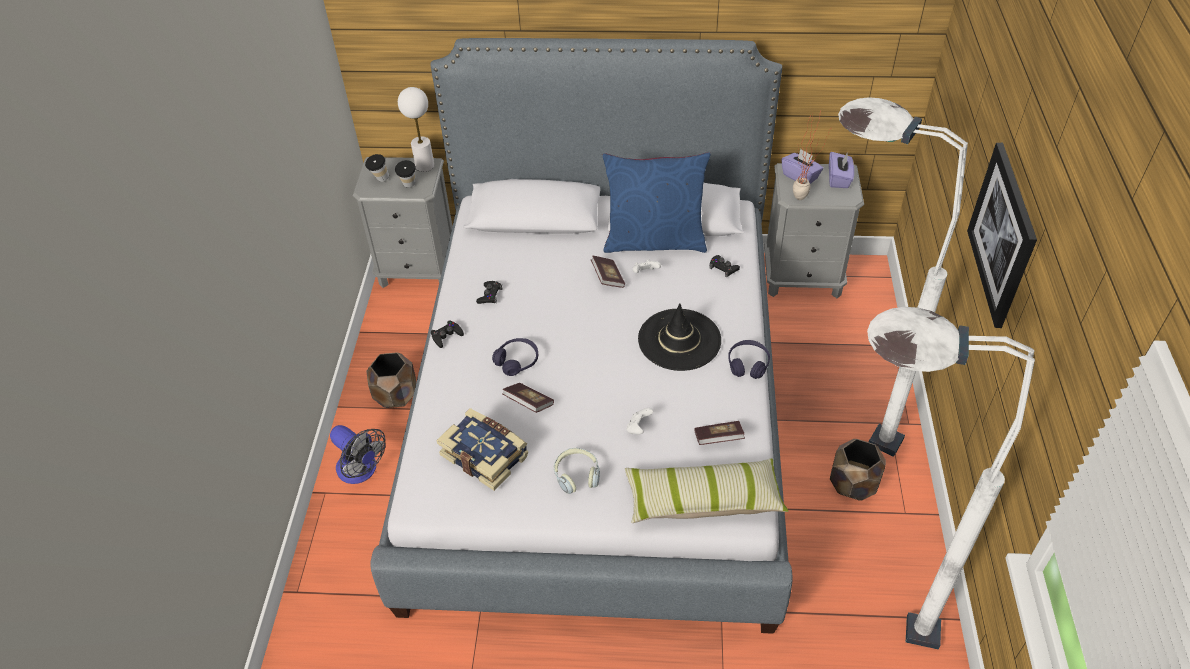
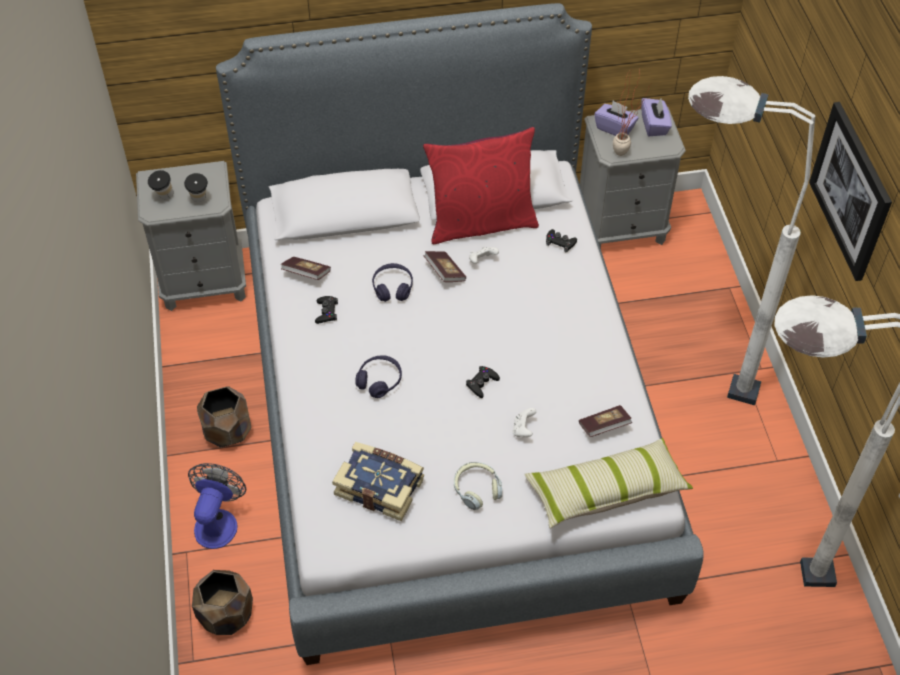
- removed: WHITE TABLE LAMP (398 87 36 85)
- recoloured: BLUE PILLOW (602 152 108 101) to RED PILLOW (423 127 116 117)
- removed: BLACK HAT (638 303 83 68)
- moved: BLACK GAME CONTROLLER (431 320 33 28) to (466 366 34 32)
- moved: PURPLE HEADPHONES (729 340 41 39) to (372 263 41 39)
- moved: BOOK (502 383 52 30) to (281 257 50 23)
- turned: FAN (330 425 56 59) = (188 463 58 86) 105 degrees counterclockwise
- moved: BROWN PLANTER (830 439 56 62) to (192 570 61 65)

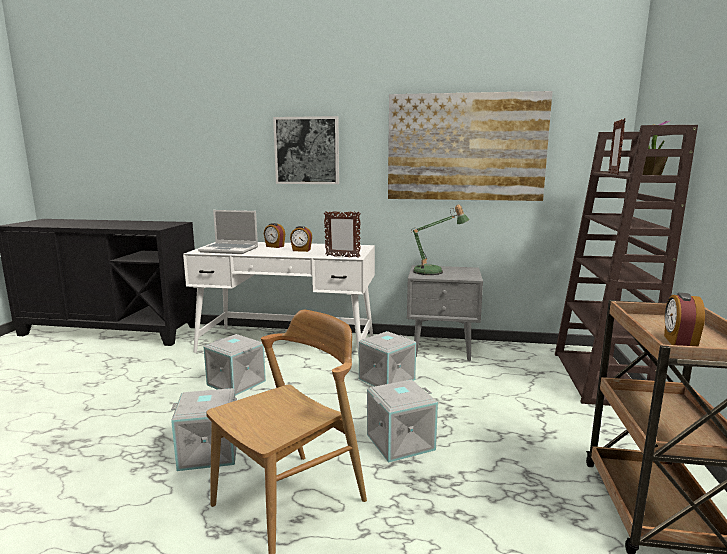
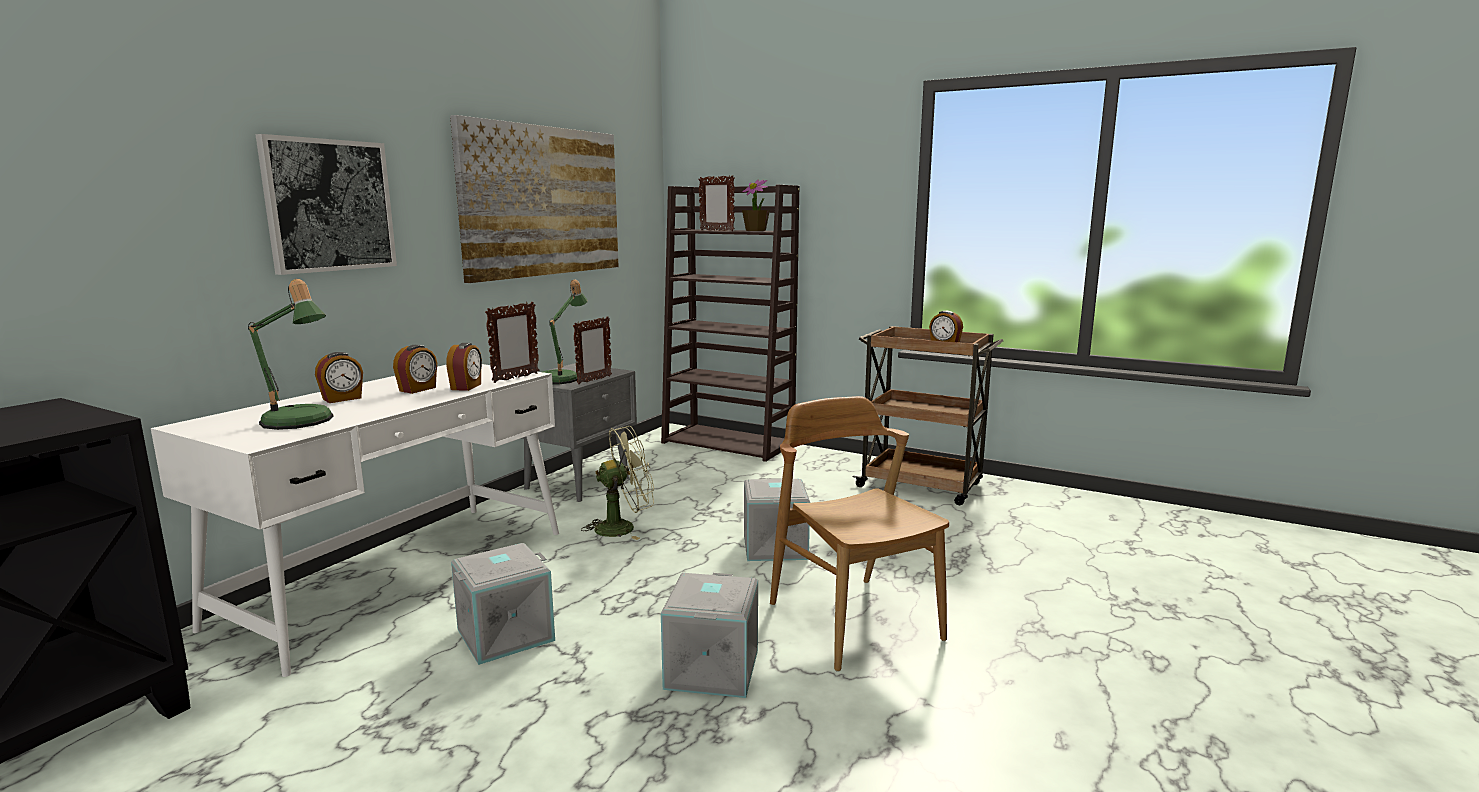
- replaced: LAPTOP (198 210 60 44) to TABLE LAMP (248 279 86 151)
- replaced: GREY STORAGE BOX (359 331 57 56) to GREEN FAN (581 426 73 114)
- added: PICTURE FRAME (573 316 39 68)
- added: ALARM CLOCK (446 343 36 48)

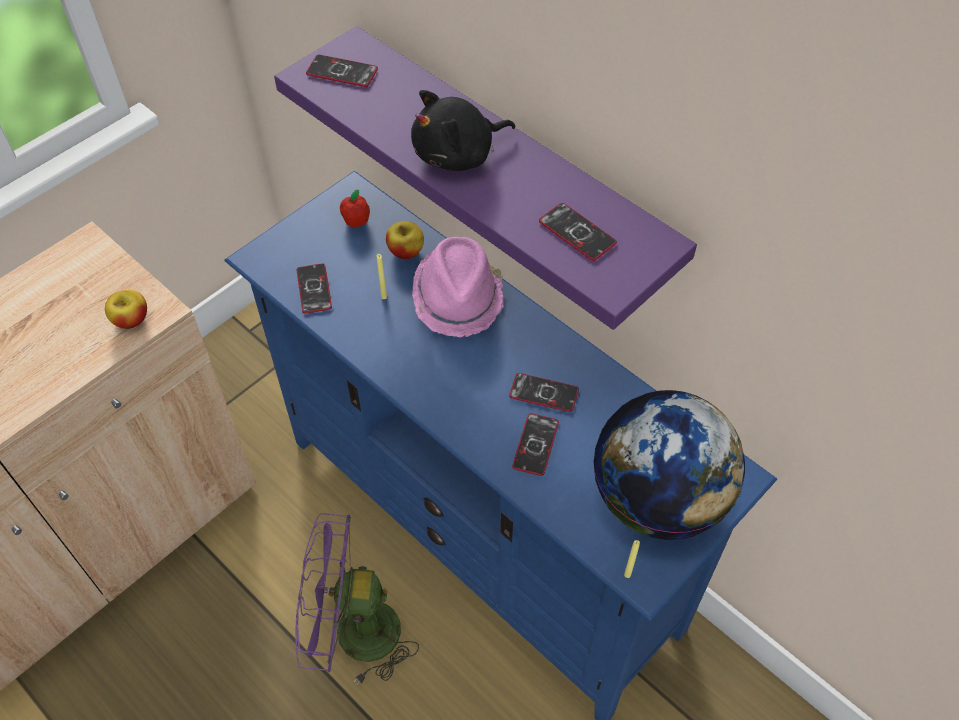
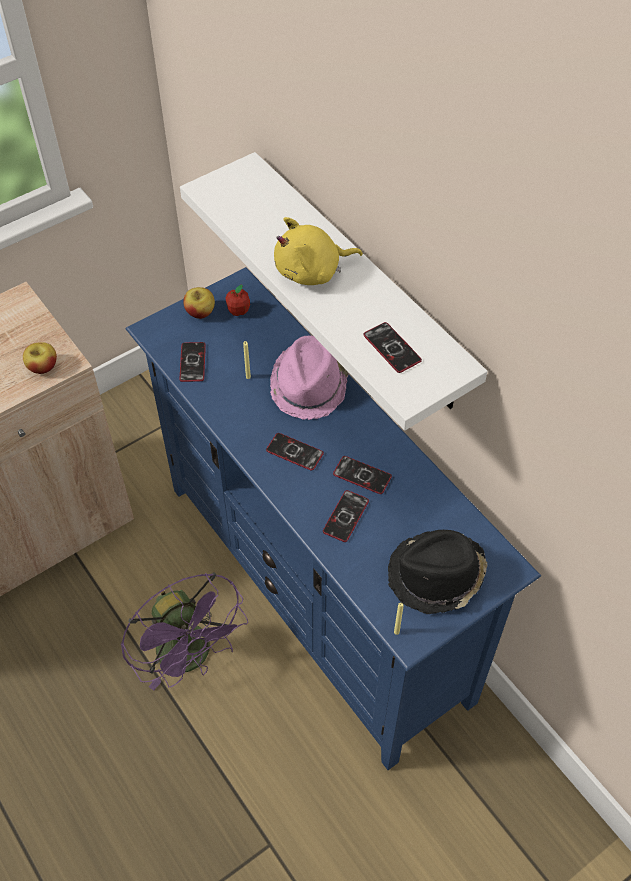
- recoloured: PURPLE SHELF (274 26 423 304) to WHITE SHELF (180 152 308 279)
- moved: PHONE (306 55 72 32) to (266 433 58 38)
- recoloured: BLACK PLUSH TOY (411 90 104 81) to YELLOW PLUSH TOY (274 217 89 68)
- moved: APPLE (386 221 38 38) to (183 287 32 32)
- replaced: GLOBE (593 390 152 150) to BLACK HAT (388 530 100 84)
- turned: PURPLE FAN (295 513 124 173) = (121 572 127 119) 135 degrees counterclockwise

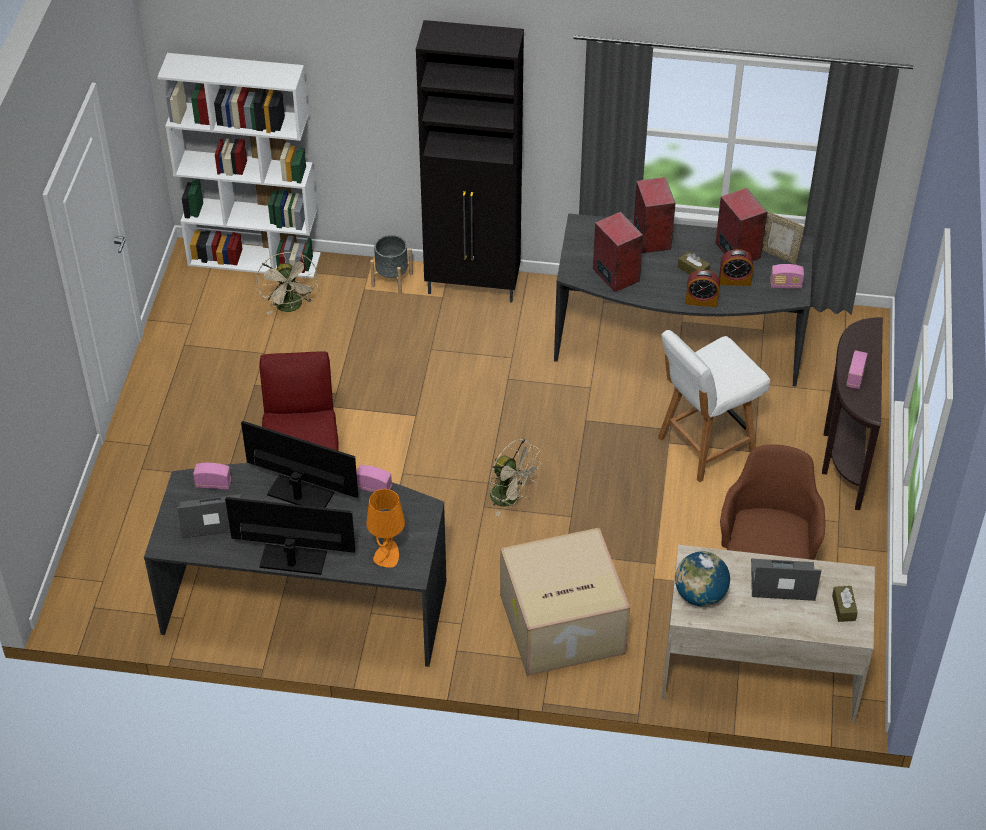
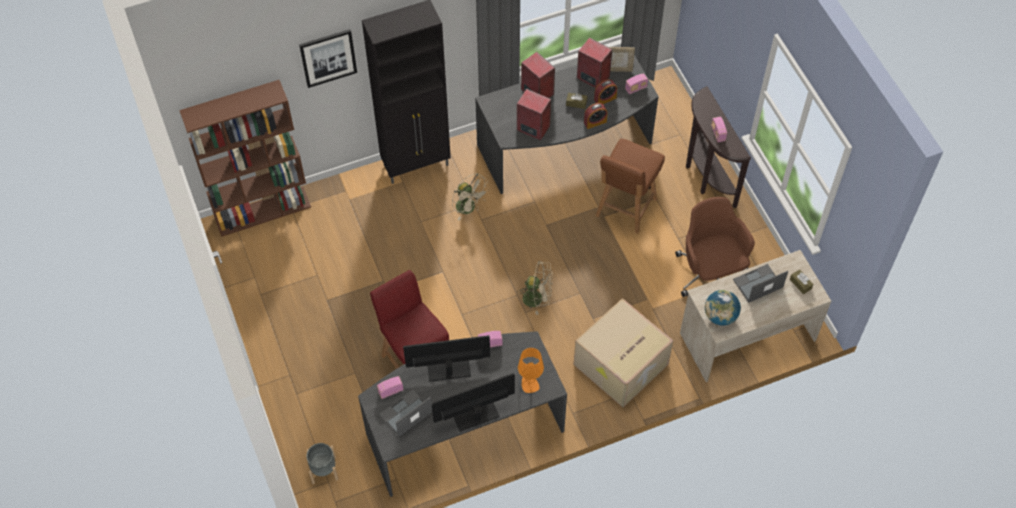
- recoloured: WHITE BOOKCASE (157 53 164 226) to BROWN BOOKCASE (179 80 132 157)
- moved: GREY PLANTER (370 235 43 59) to (306 443 32 41)
- moved: BEIGE FAN (256 252 62 63) to (452 173 38 48)
- recoloured: WHITE CHAIR (658 330 112 152) to BROWN CHAIR (596 138 69 96)
- added: PICTURE (299 29 58 59)

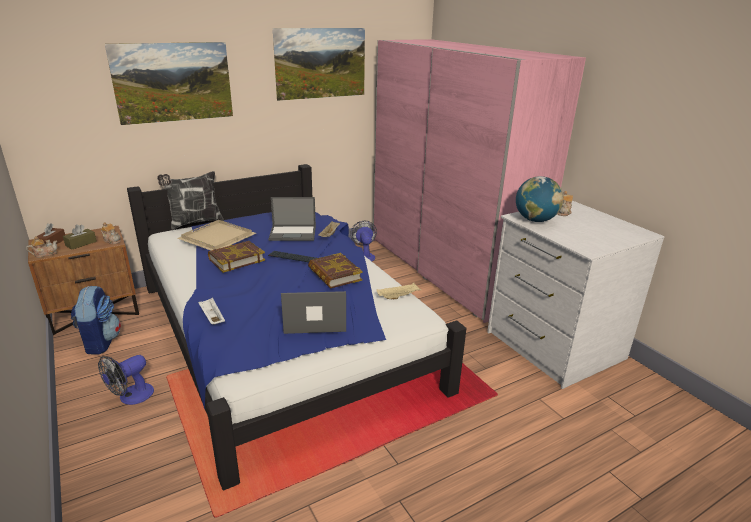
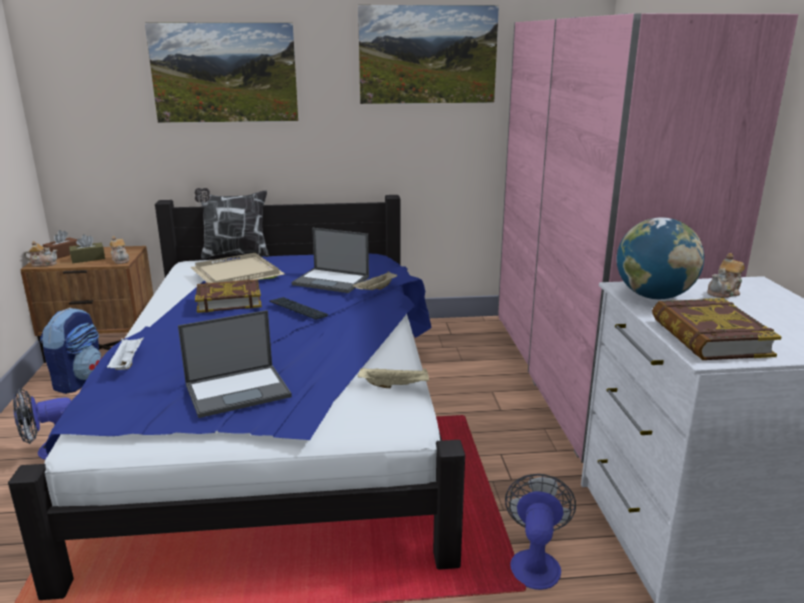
- moved: FAN (350 221 27 40) to (505 474 71 116)
- moved: BOOK (308 253 55 36) to (652 298 129 62)
- turned: LAPTOP (281 291 65 43) = (178 310 114 108) 135 degrees clockwise

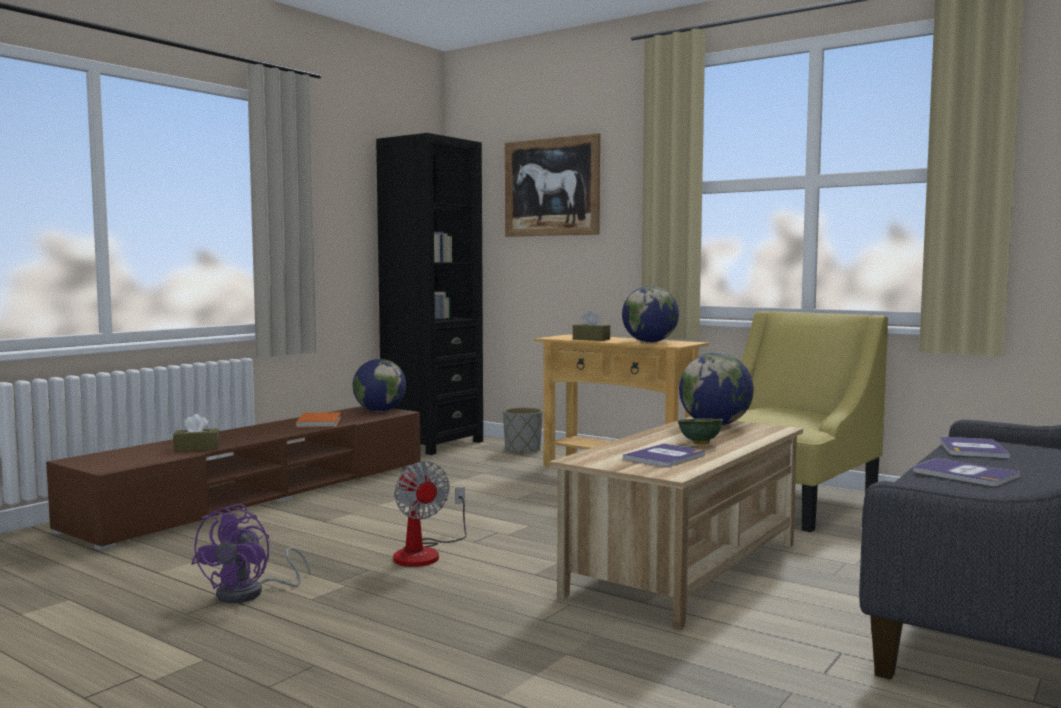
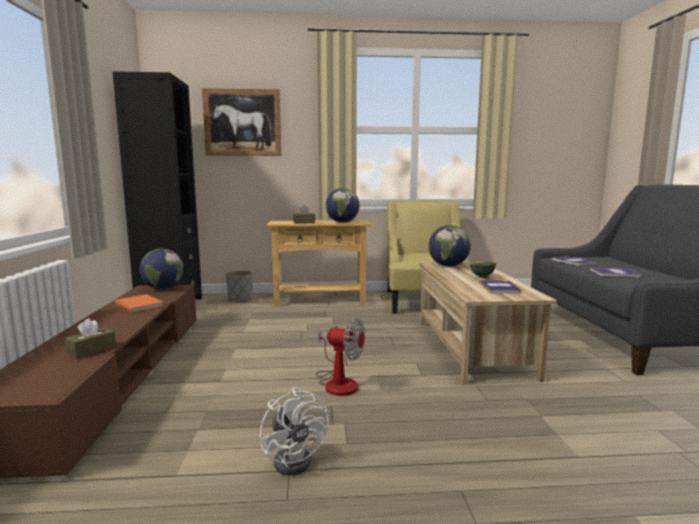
- recoloured: PURPLE FAN (191 504 119 99) to WHITE FAN (260 387 69 88)

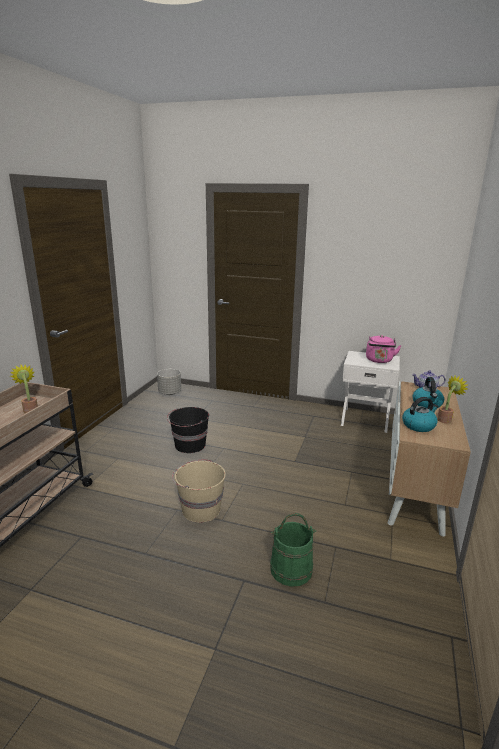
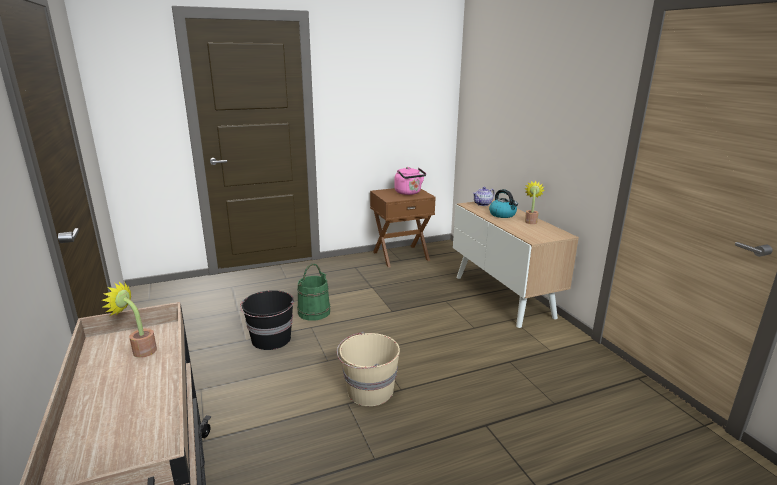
- recoloured: WHITE NIGHTSTAND (341 351 59 82) to BROWN NIGHTSTAND (370 188 66 80)
- removed: GREY PLANTER (157 369 24 26)
- removed: KETTLE (402 397 36 35)
- moved: GREEN BUCKET (270 513 46 74) to (297 264 33 57)

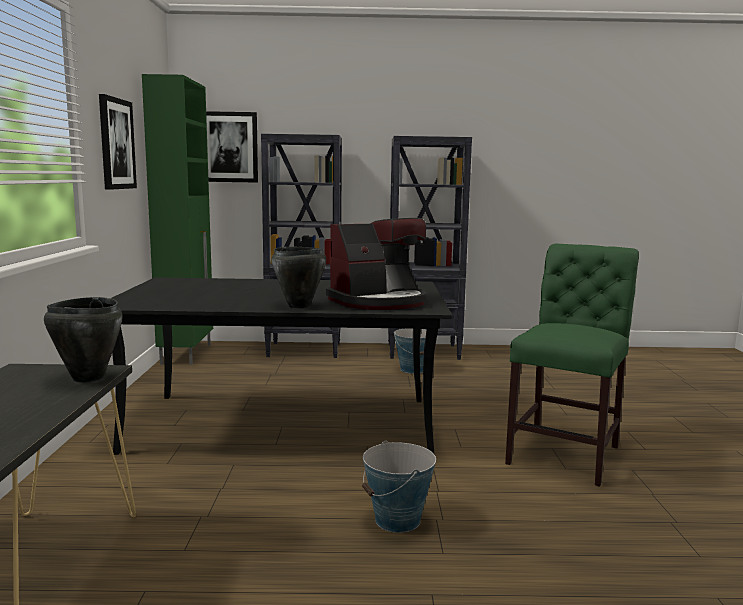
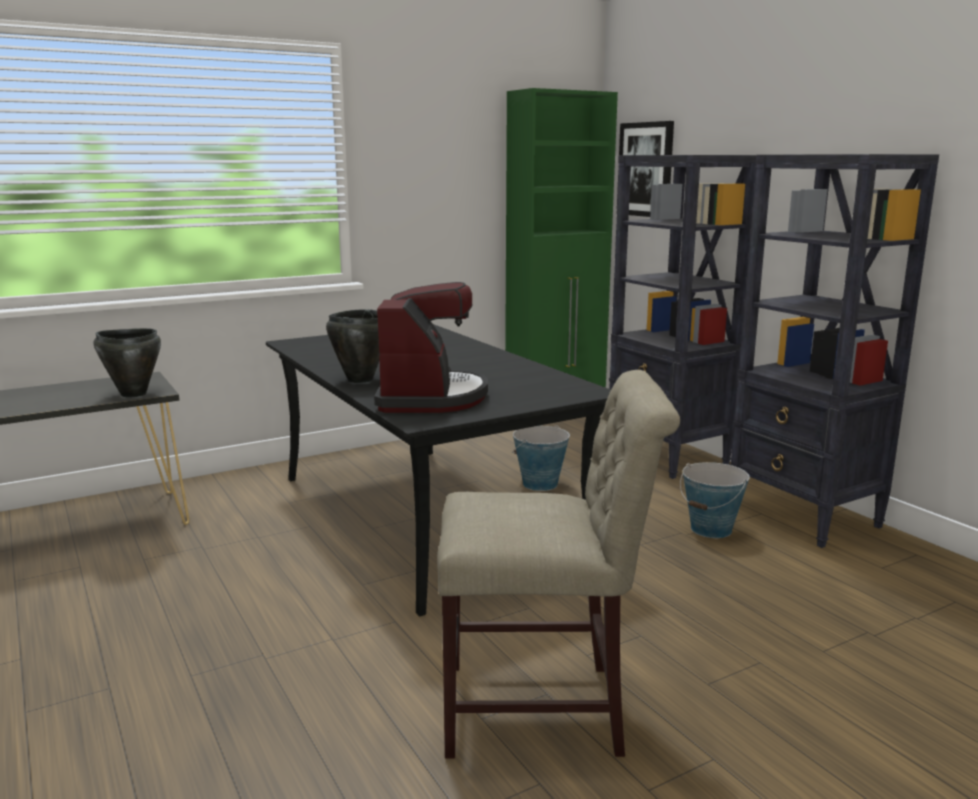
- removed: PICTURE (99 94 38 96)
- turned: COFFEE MACHINE (326 218 101 92) = (374 282 114 131) 120 degrees counterclockwise
- recoloured: GREEN CHAIR (505 244 134 243) to BEIGE CHAIR (437 370 243 388)
- moved: BUCKET (362 440 74 93) to (512 425 58 66)

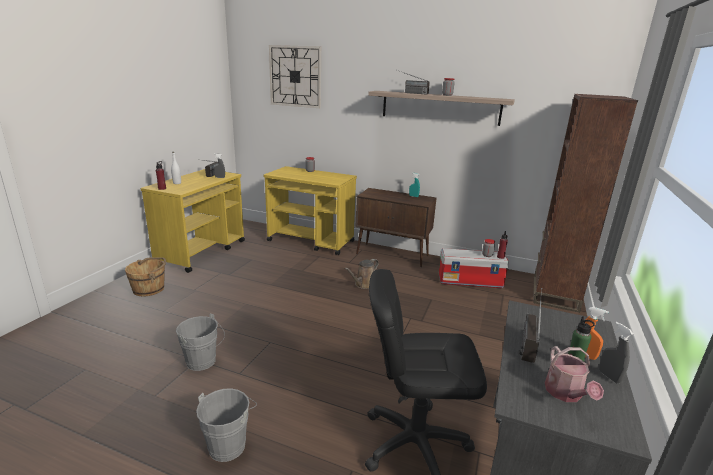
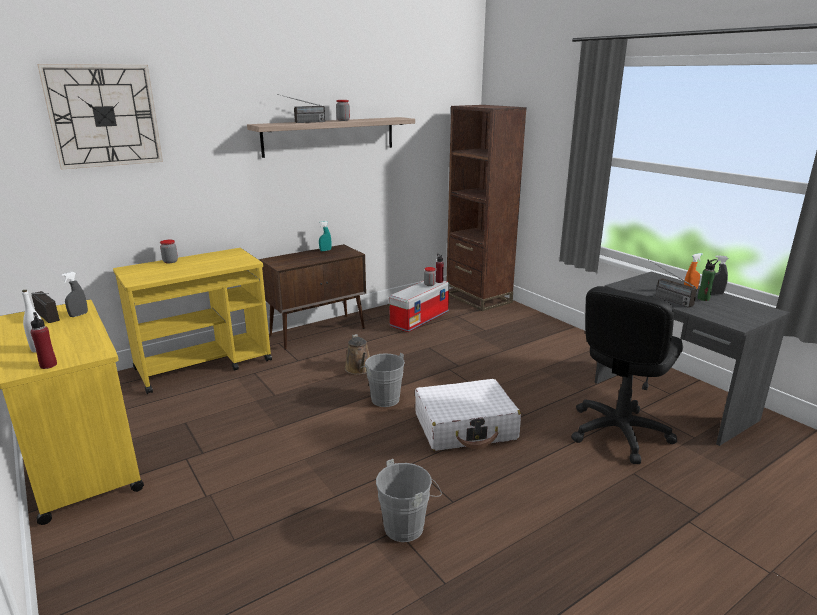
- removed: BROWN BUCKET (125 257 41 39)
- removed: WATERING CAN (545 346 59 56)
- moved: GREY BUCKET (196 388 61 74) to (361 353 44 54)
- added: WHITE SUITCASE (415 379 106 72)

